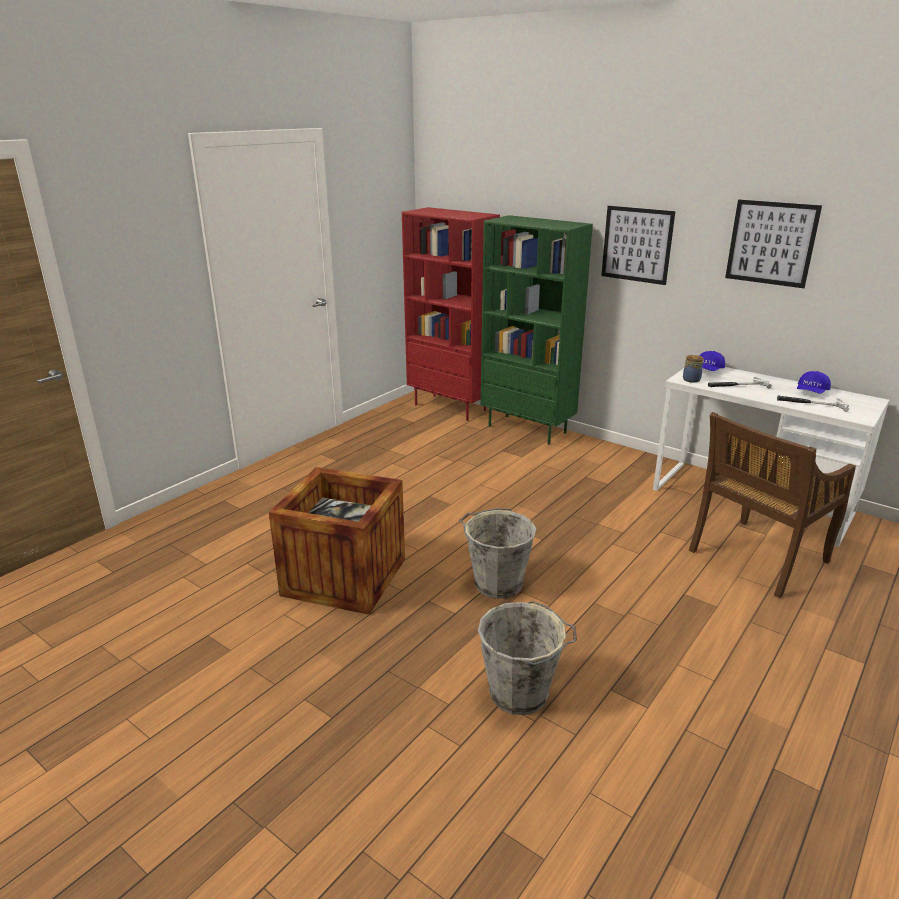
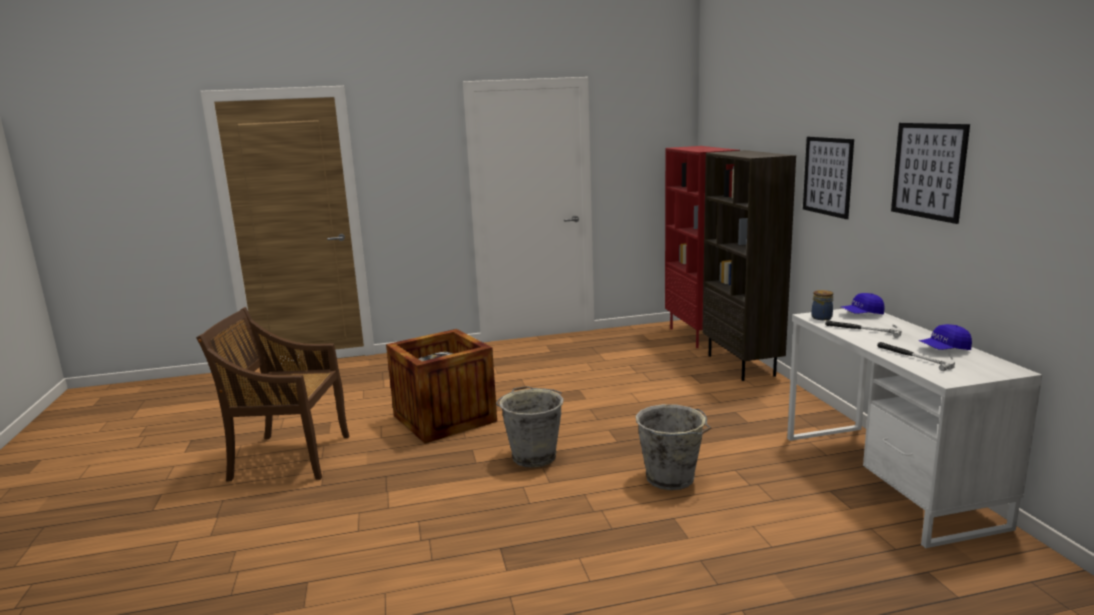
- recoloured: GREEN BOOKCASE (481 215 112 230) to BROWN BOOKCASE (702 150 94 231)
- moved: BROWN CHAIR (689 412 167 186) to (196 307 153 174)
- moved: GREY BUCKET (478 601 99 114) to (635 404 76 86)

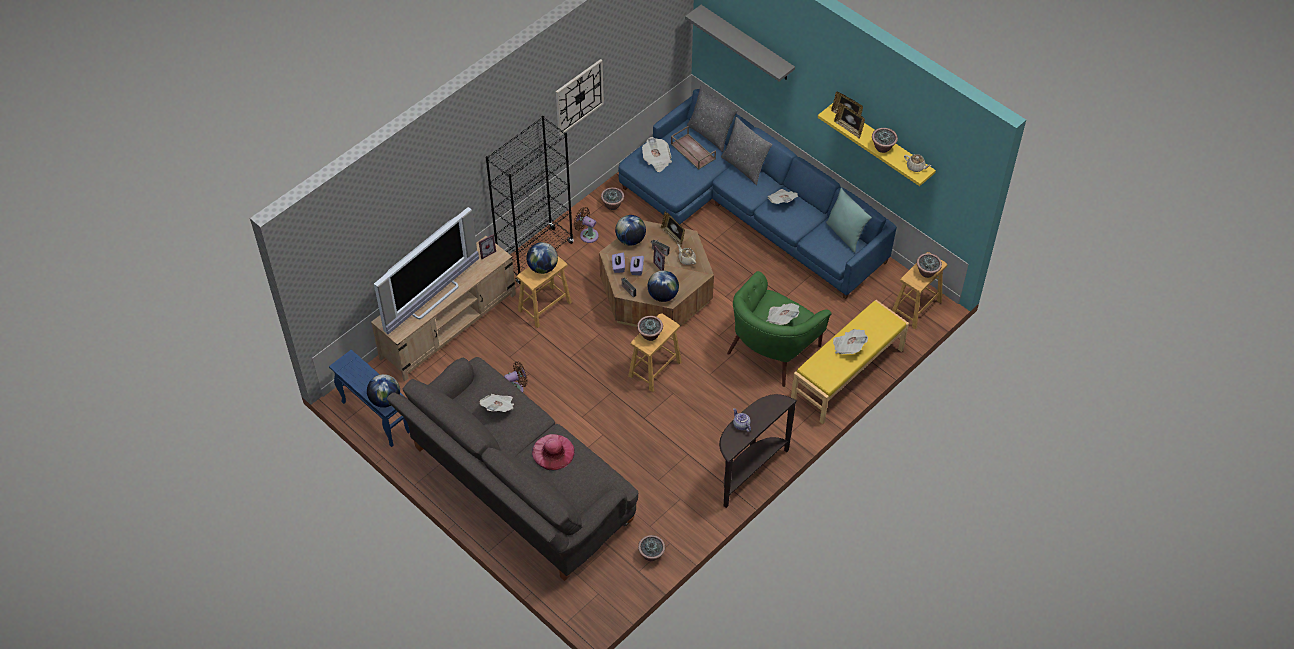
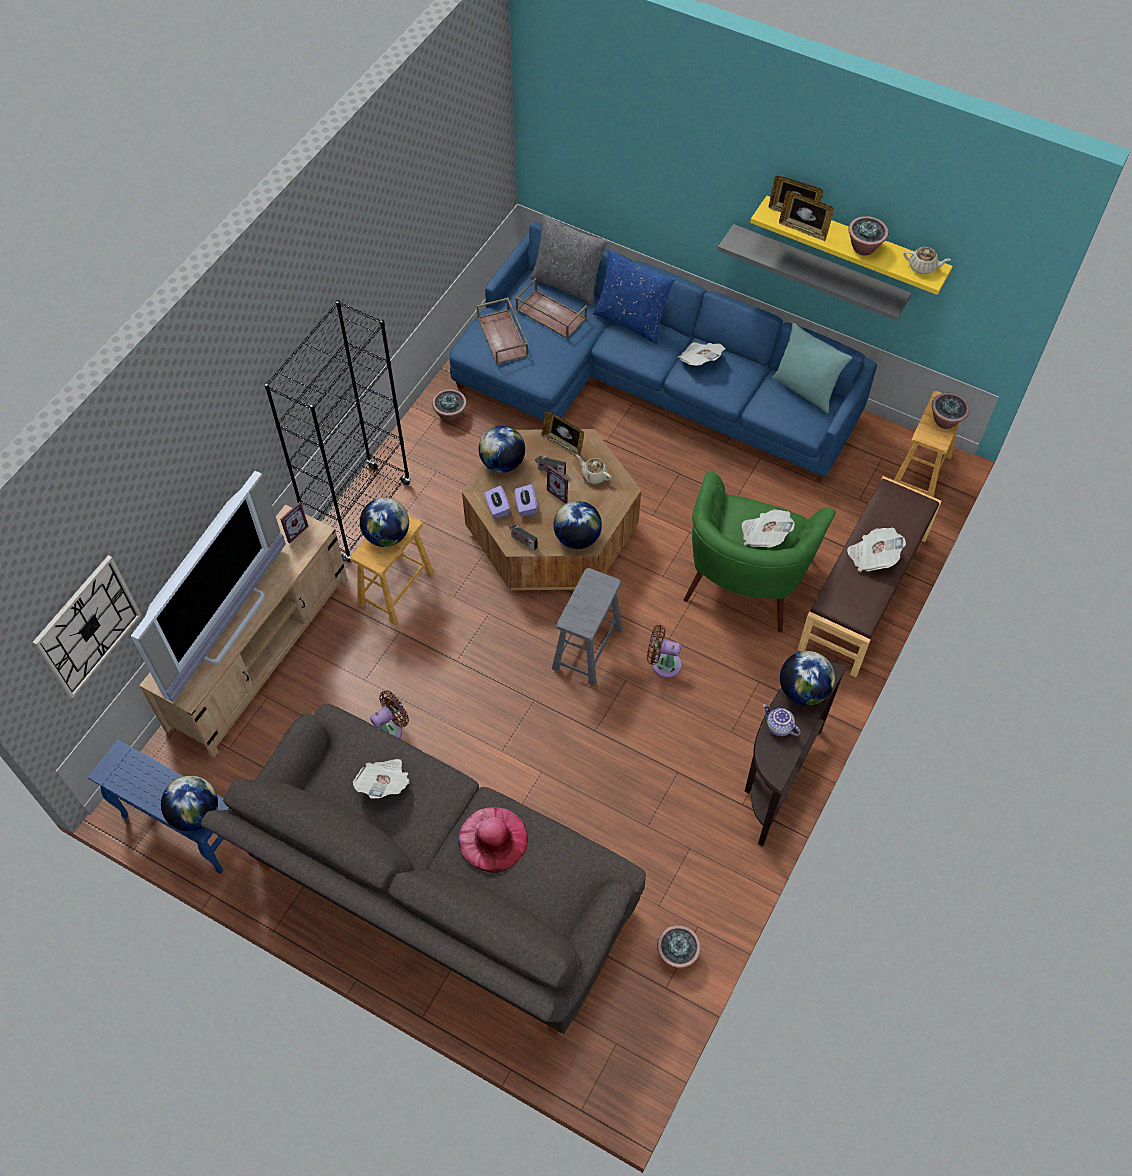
- moved: GREY SHELF (685 5 110 76) to (718 224 193 97)
- moved: WALL CLOCK (556 59 48 77) to (32 555 110 144)
- recoloured: GREY PILLOW (721 117 51 68) to BLUE PILLOW (593 250 82 94)
- replaced: NEWSPAPER (642 137 30 35) to BROWN TRAY (477 297 51 67)
- moved: BROWN FAN (573 207 26 36) to (647 625 35 53)
- recoloured: YELLOW BENCH (791 300 118 124) to BROWN BENCH (797 476 144 201)
- recoloured: BROWN STOOL (628 313 54 79) to GREY STOOL (552 568 71 118)
- removed: POTTED PLANT (637 316 26 25)
- added: GLOBE (780 651 55 54)

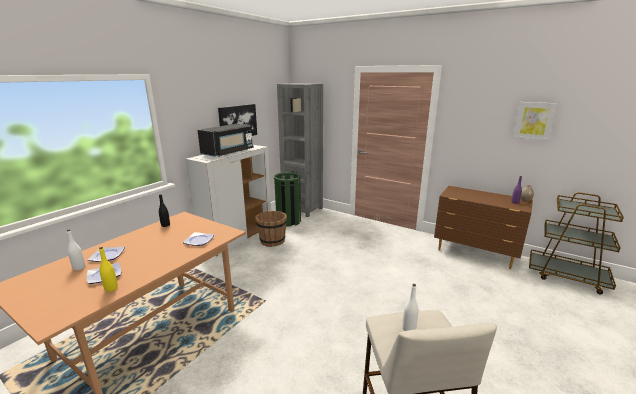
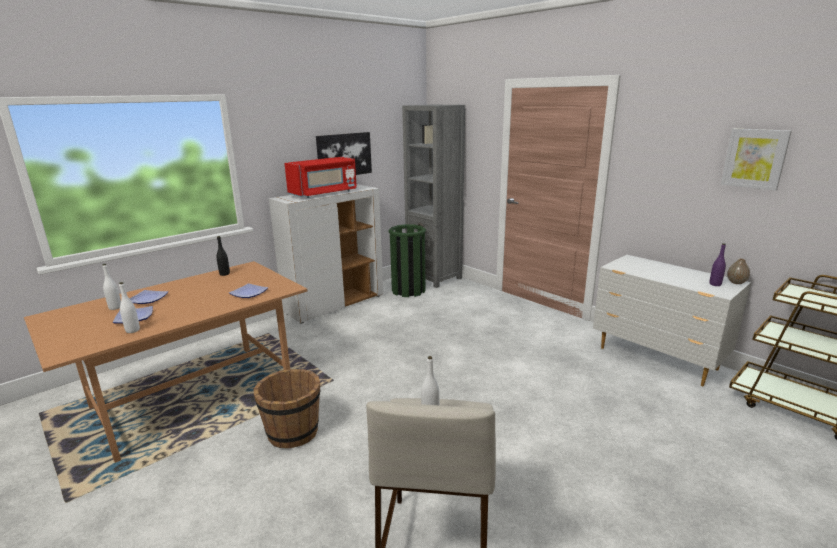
- recoloured: BLACK MICROWAVE (197 123 57 34) to RED MICROWAVE (284 157 73 41)
- recoloured: BROWN DRESSER (434 186 99 83) to WHITE DRESSER (593 255 158 131)
- moved: BROWN BUCKET (255 211 32 36) to (253 369 68 79)
- recoloured: YELLOW BOTTLE (99 247 19 45) to WHITE BOTTLE (119 282 21 51)

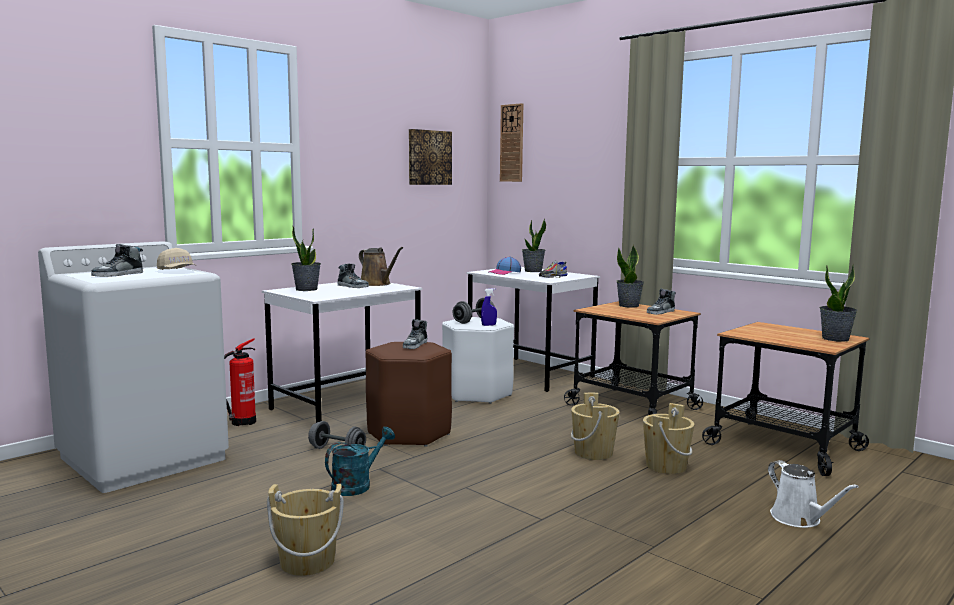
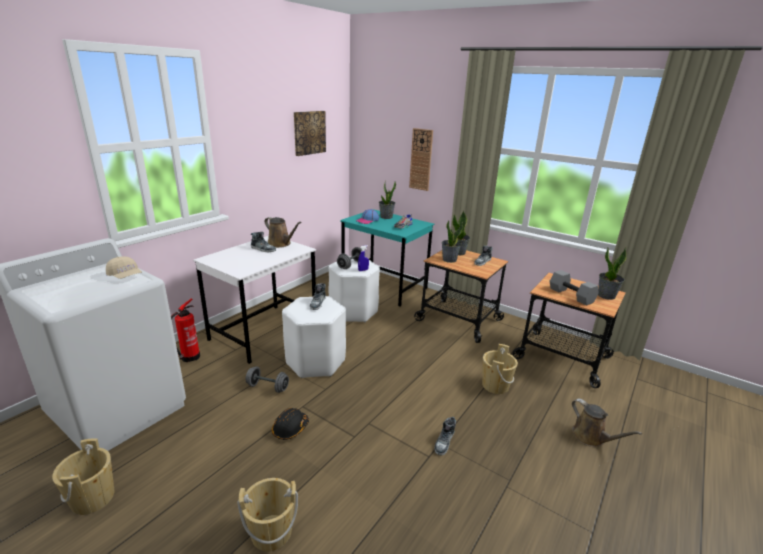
- moved: WALL CLOCK (500 103 23 79) to (409 128 24 63)
- moved: POTTED PLANT (291 226 30 65) to (441 220 22 43)
- moved: SHOE (91 244 52 33) to (434 417 22 38)
- recoloured: WHITE DESK (466 267 134 125) to TURQUOISE DESK (340 209 94 98)
- recoloured: BROWN STOOL (365 342 87 105) to WHITE STOOL (282 296 64 82)
- moved: BEIGE BUCKET (571 393 49 67) to (52 438 62 77)
- replaced: TURQUOISE WATERING CAN (325 427 70 69) to BLACK HARD HAT (272 408 37 32)
- recoloured: WHITE WATERING CAN (768 460 91 68) to BROWN WATERING CAN (572 399 70 48)
- added: GREY DUMBBELL (549 270 50 36)

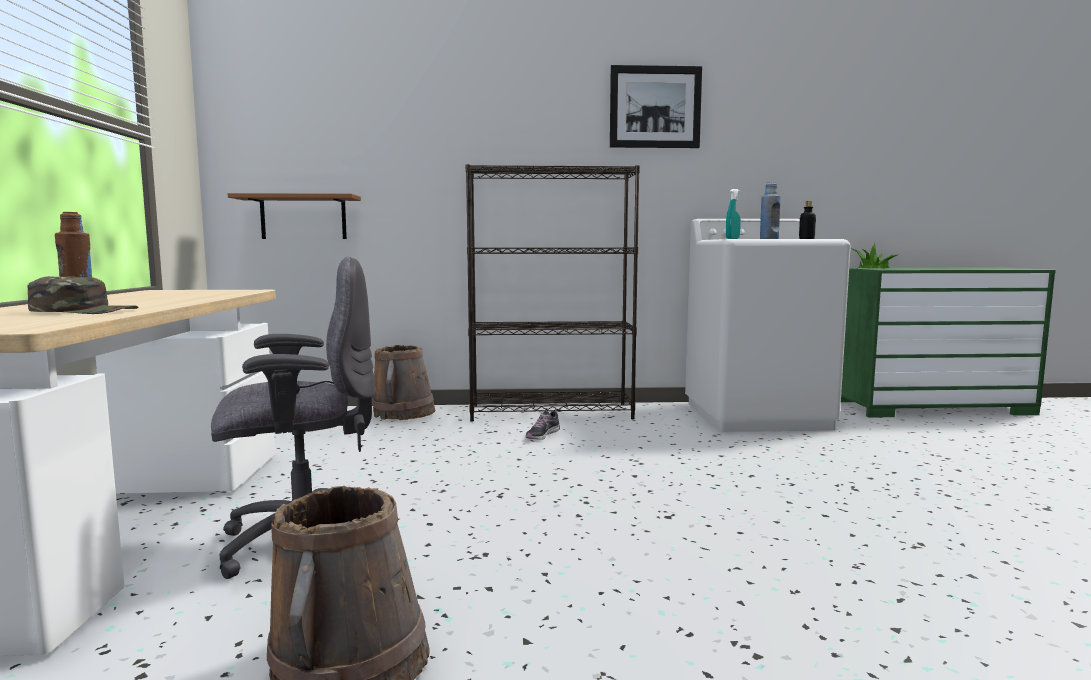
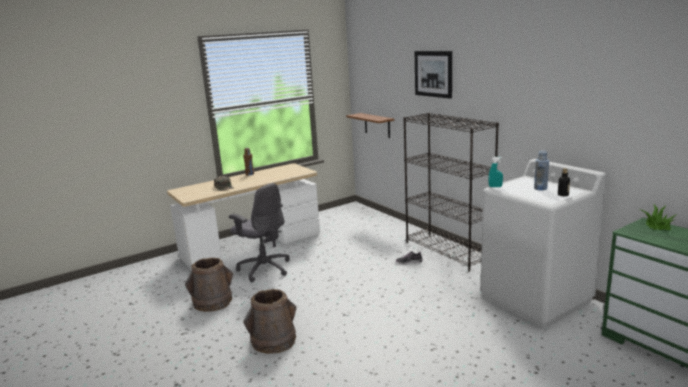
- moved: PICTURE (610 65 92 83) to (415 51 37 48)
- moved: BROWN BUCKET (372 345 63 75) to (244 289 53 65)

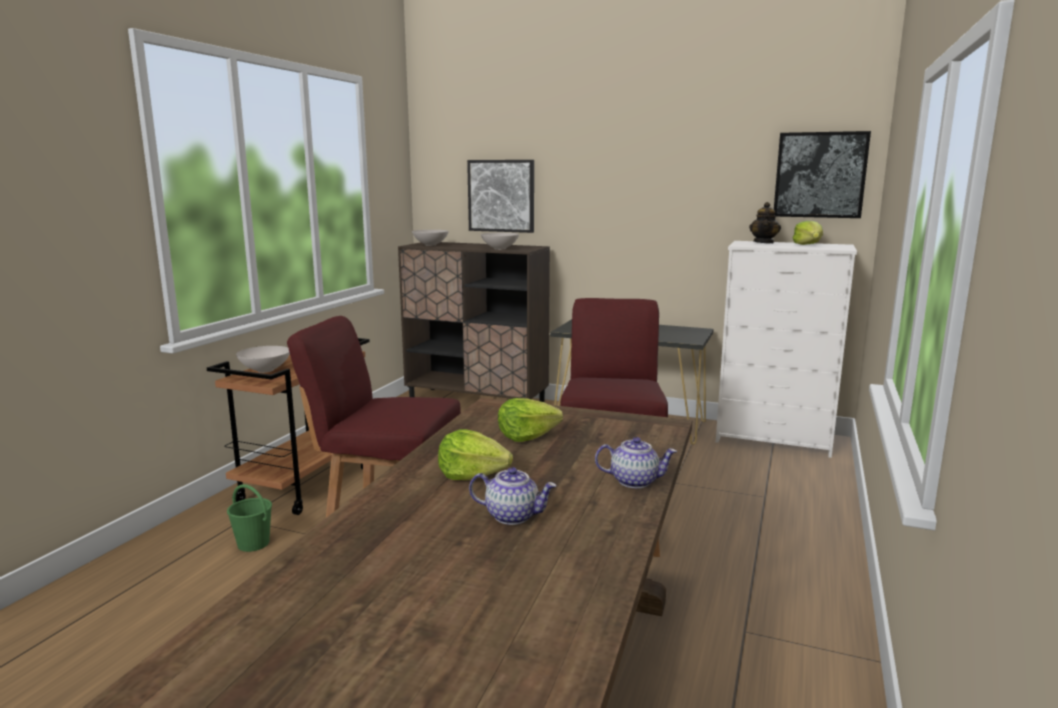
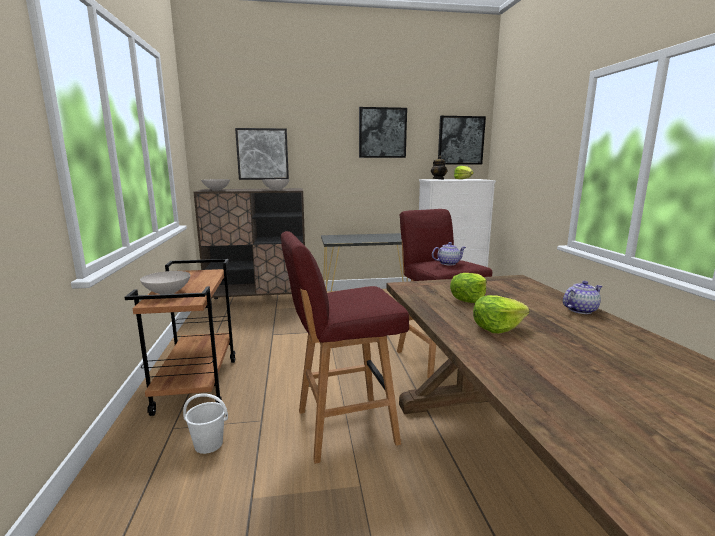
- moved: TEAPOT (469 467 88 58) to (432 242 34 24)
- recoloured: GREEN BUCKET (227 484 45 68) to WHITE BUCKET (183 393 45 61)
- added: PICTURE (359 107 48 51)

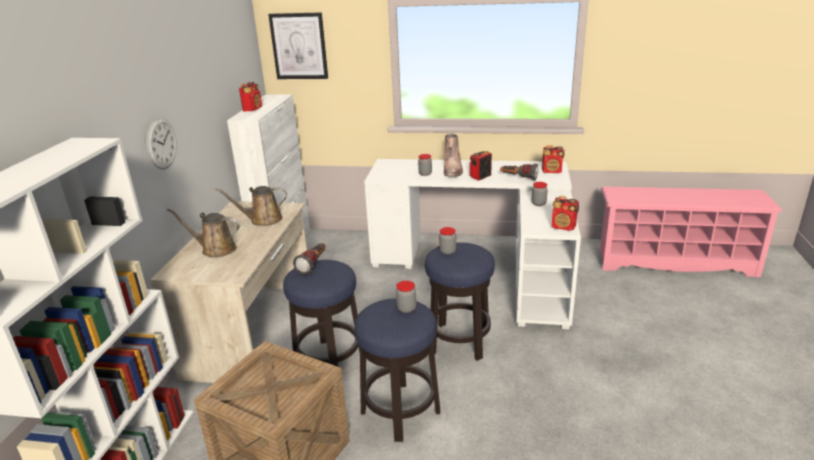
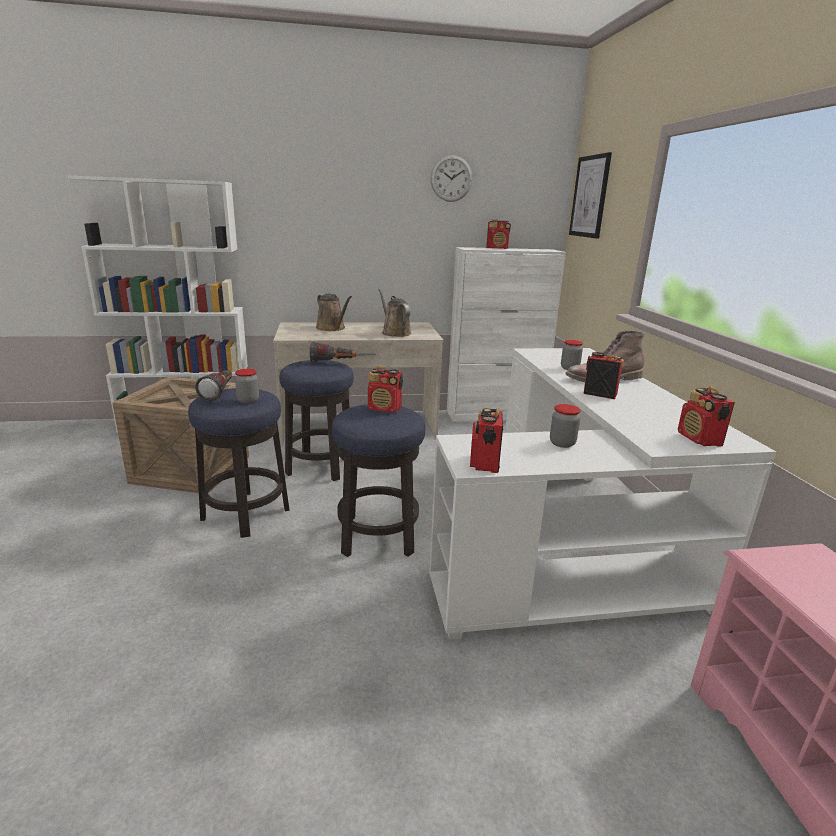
- moved: WALL CLOCK (147 118 30 52) to (430 155 42 47)
- moved: FLASHLIGHT (500 164 39 16) to (195 370 37 31)
- turned: BROWN WATERING CAN (167 208 73 50) = (316 294 36 37) 150 degrees clockwise
- replaced: JAR (439 227 17 28) to RADIO (368 366 35 46)

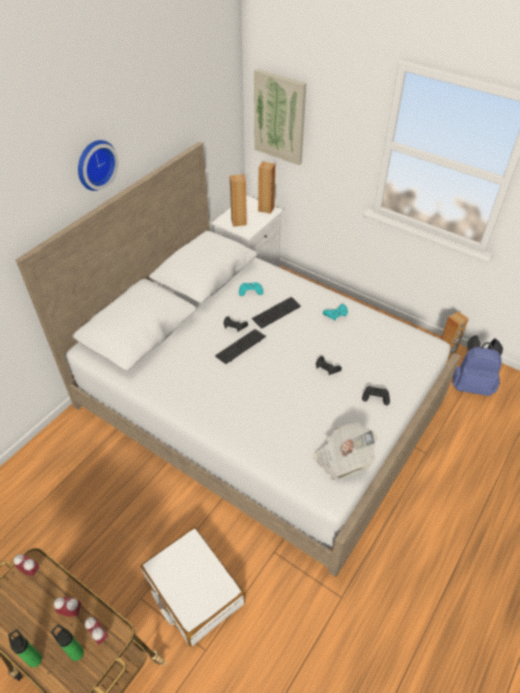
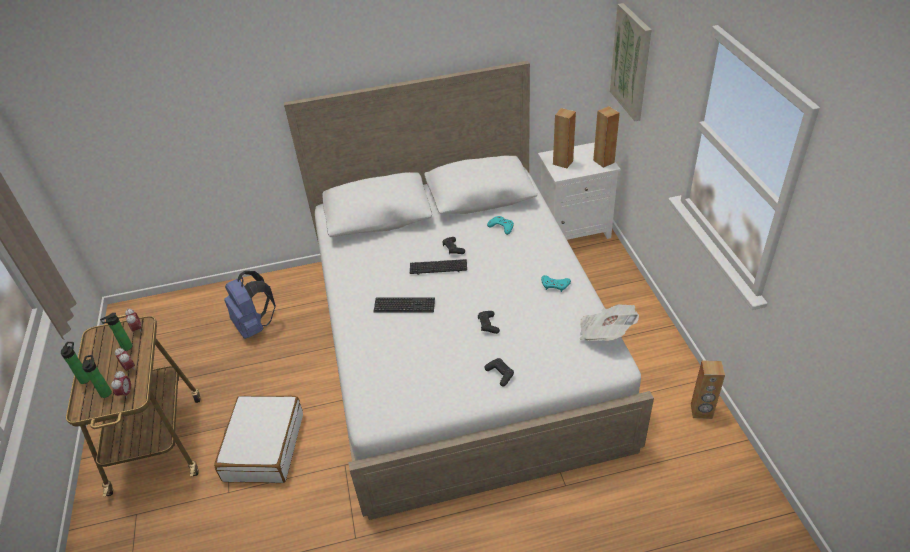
- removed: WALL CLOCK (78 140 40 51)
- moved: KEYBOARD (252 297 49 32) to (373 298 62 15)
- moved: BLUE BACKPACK (453 335 50 61) to (224 271 52 68)
- moved: NEWSPAPER (313 422 64 58) to (580 304 59 37)
- added: BOTTLE (100 313 33 38)

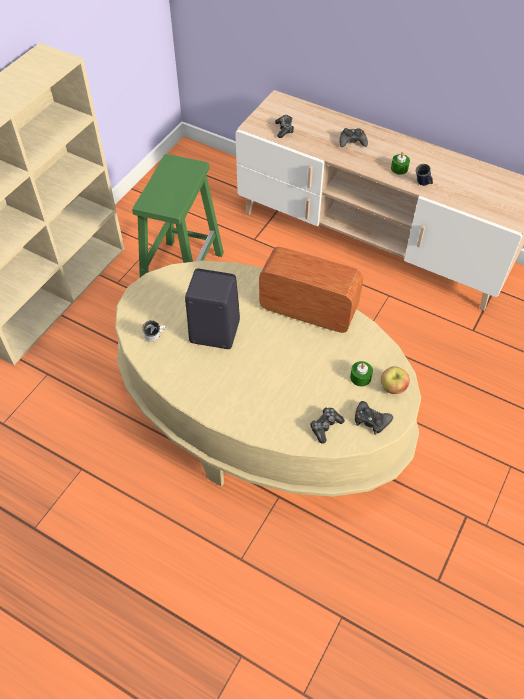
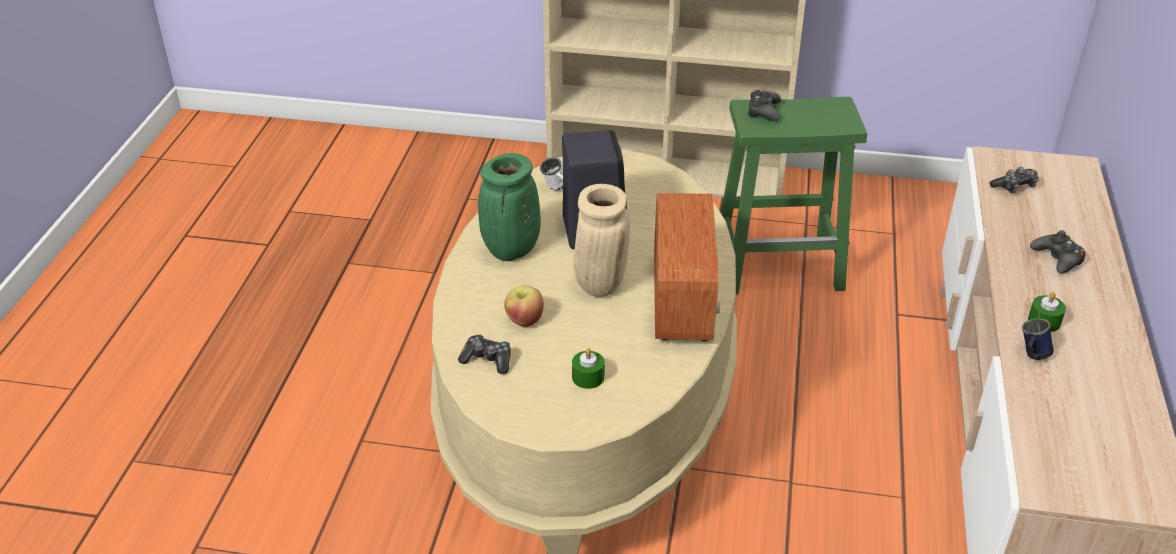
- moved: APPLE (381 366 29 28) to (504 285 40 42)
- moved: BLACK GAME CONTROLLER (355 401 38 34) to (747 90 34 31)
- added: GREEN VASE (478 153 63 108)
- added: BEIGE VASE (574 184 56 113)

